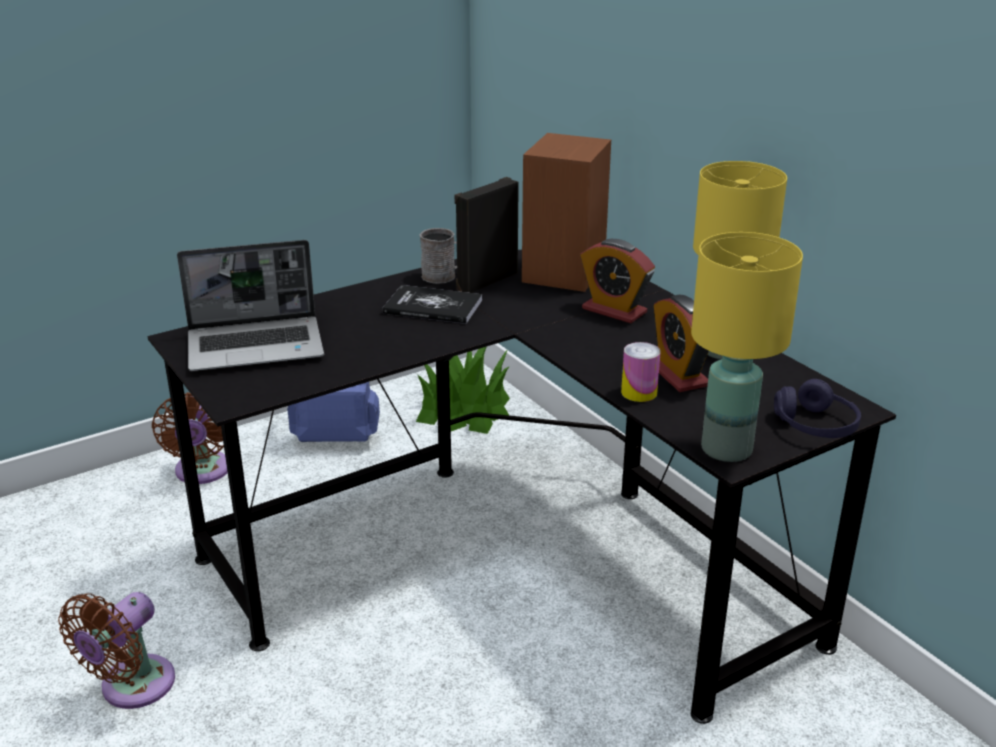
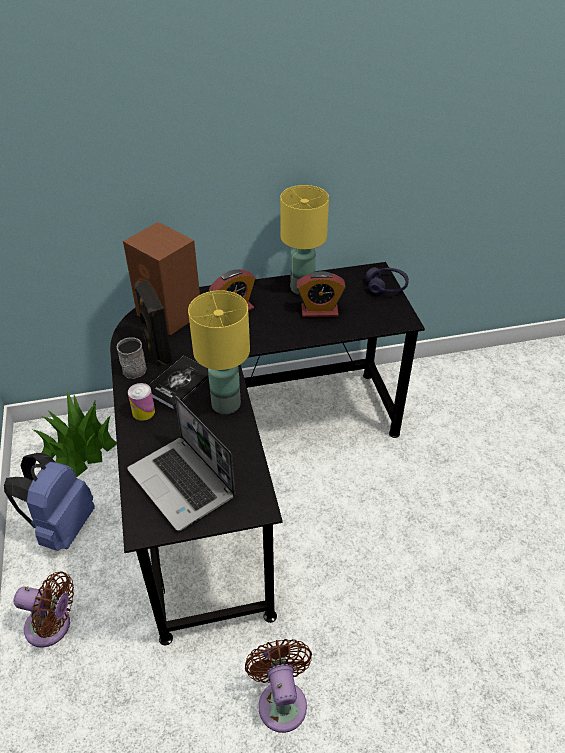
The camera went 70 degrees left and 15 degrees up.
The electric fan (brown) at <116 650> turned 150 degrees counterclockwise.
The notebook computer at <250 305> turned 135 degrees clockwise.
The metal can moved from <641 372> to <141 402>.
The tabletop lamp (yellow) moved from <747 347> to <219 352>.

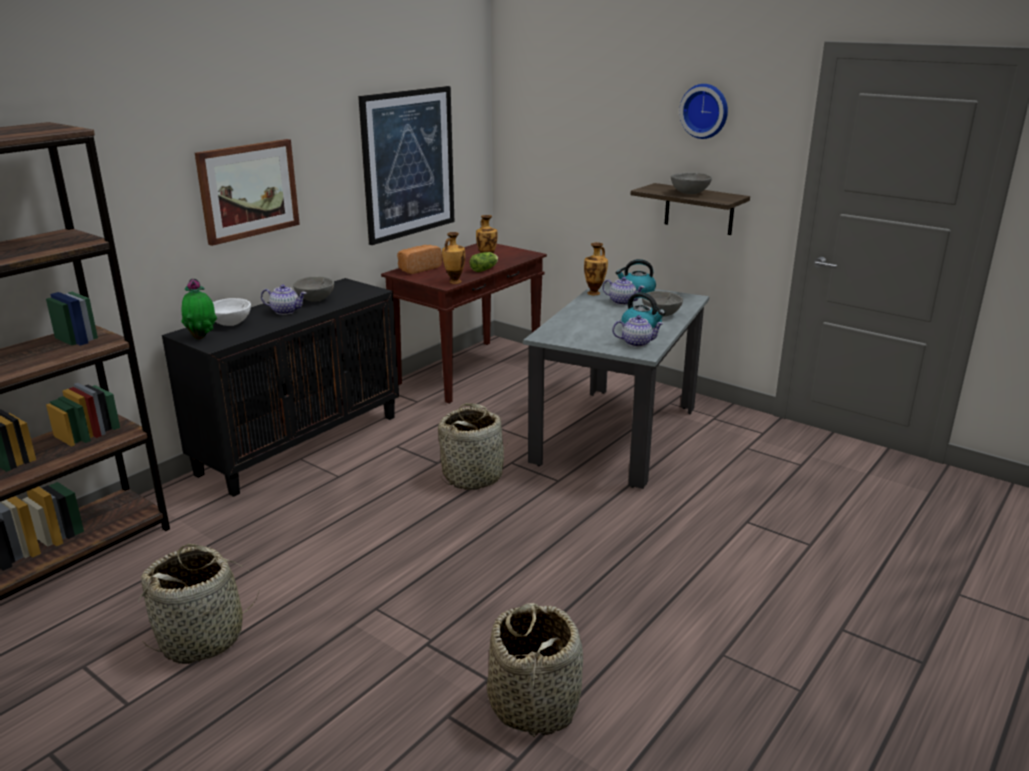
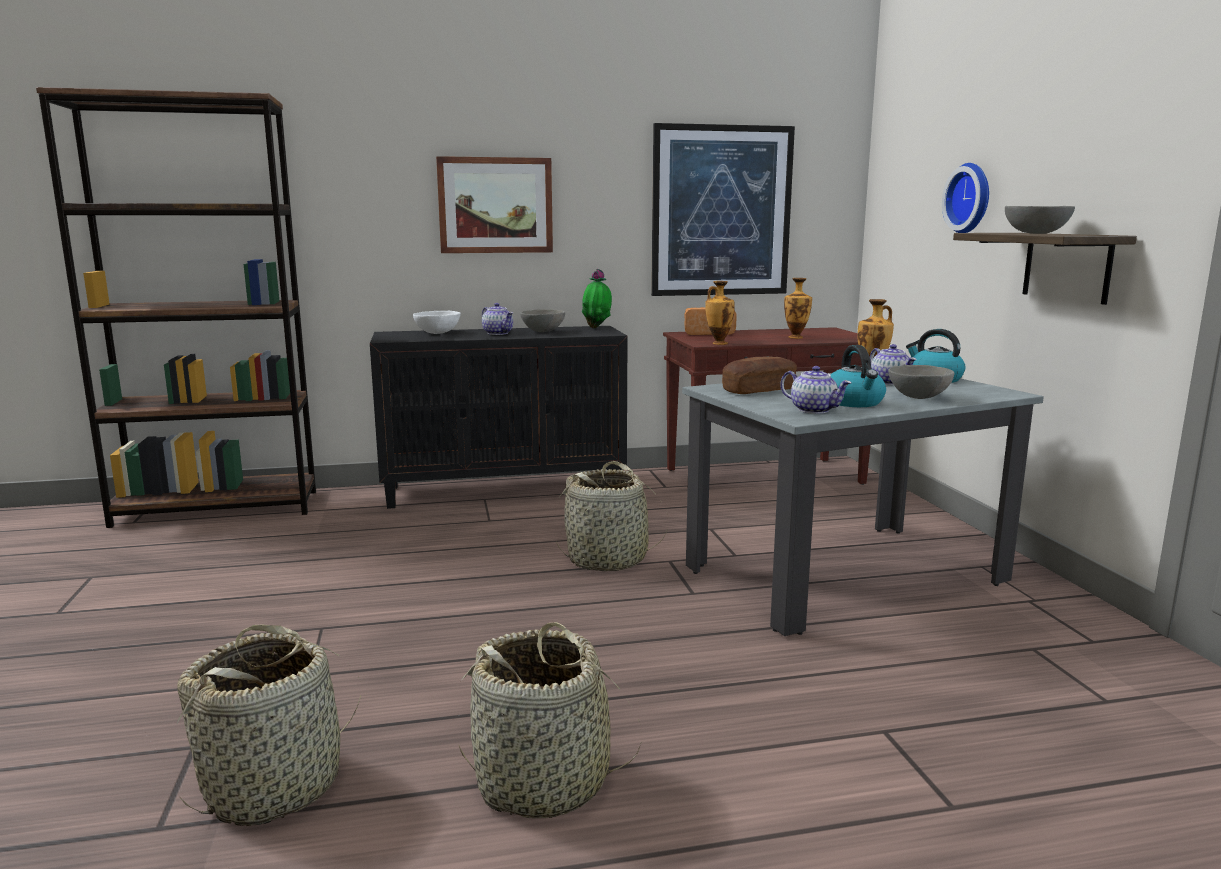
The camera went 40 degrees right and 10 degrees down.
The basket moved from <199 604> to <550 720>.
The houseplant moved from <199 308> to <597 298>.
The lettuce head at <484 262> disappeared.
The hanging clock moved from <703 111> to <965 198>.
The baked bread at <759 375> appeared.

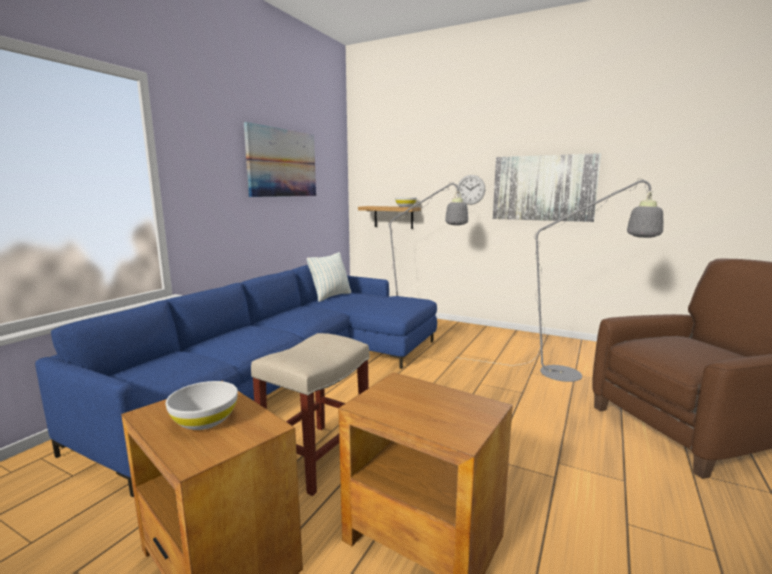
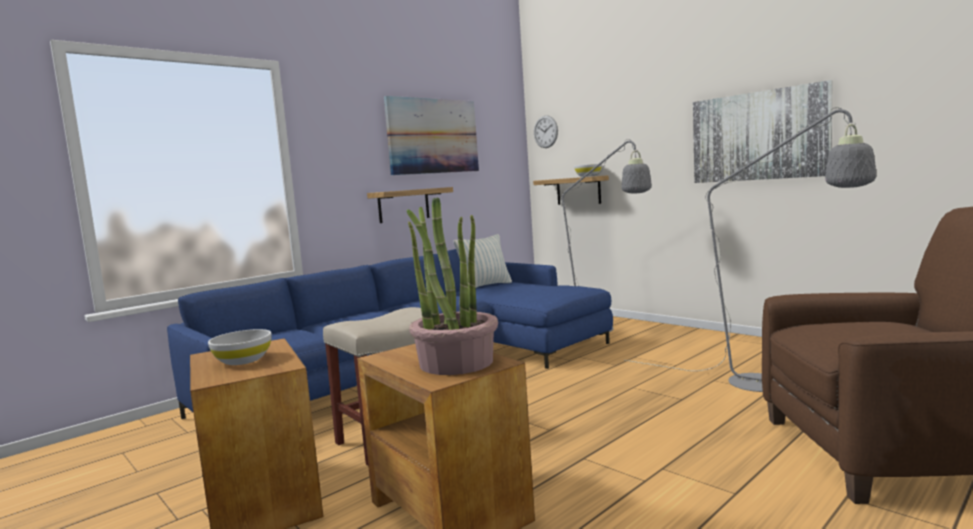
The camera went 20 degrees right and 5 degrees down.
The hanging clock moved from <471 190> to <546 132>.
The shelf at <410 205> appeared.
The houseplant at <452 286> appeared.

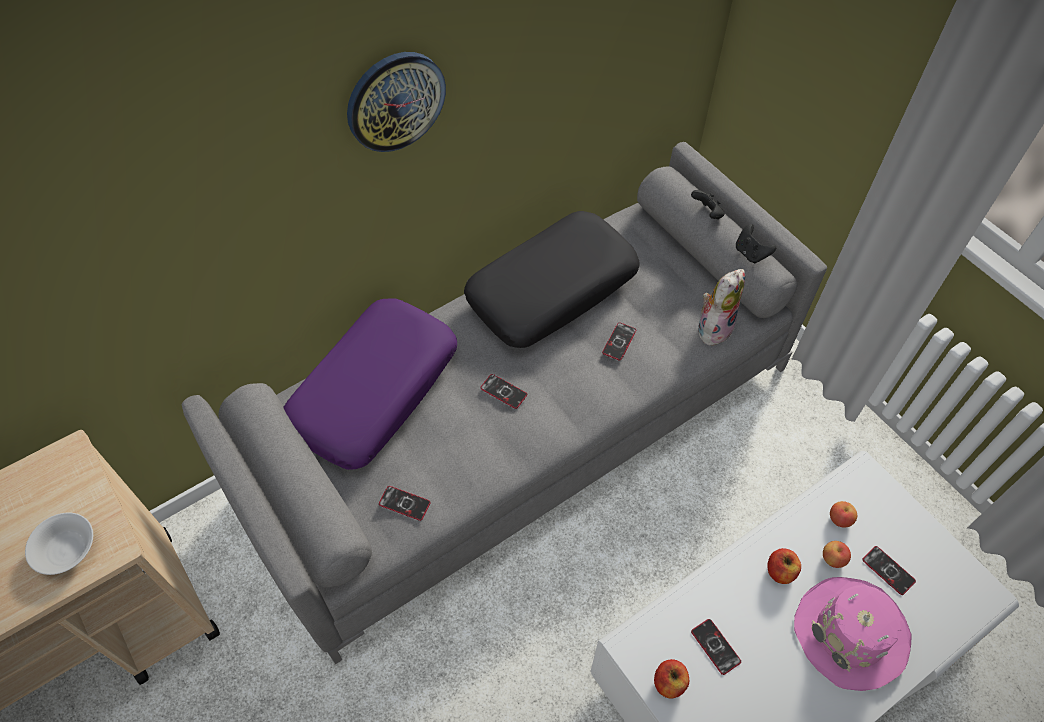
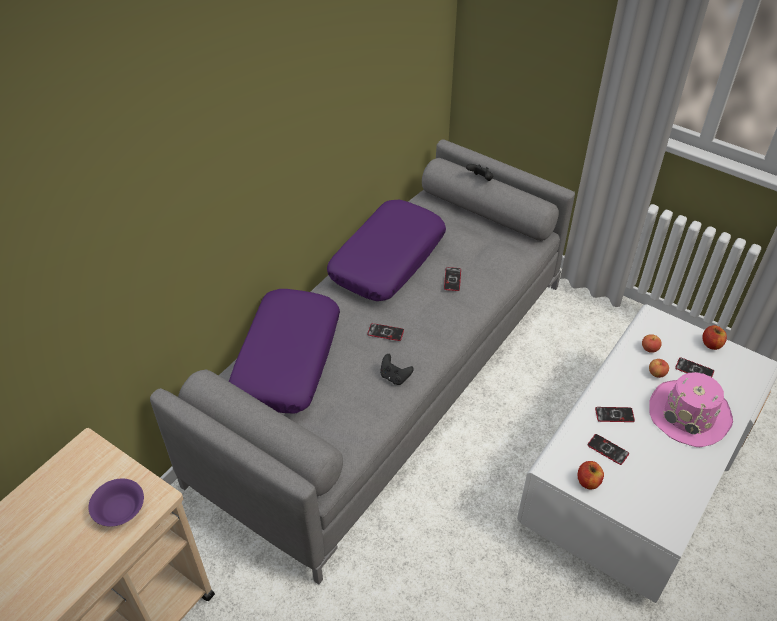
The camera went 20 degrees left and 10 degrees down.
The deep dish (white) at <59 543> became the deep dish (purple) at <116 503>.
The hanging clock at <396 102> disappeared.
The handset moved from <405 503> to <615 414>.
The throw pillow (black) at <552 279> became the throw pillow (purple) at <386 250>.
The plush toy at <721 307> disappeared.
The game controller (black) moved from <756 243> to <397 369>.
The apple fruit moved from <784 566> to <714 337>.

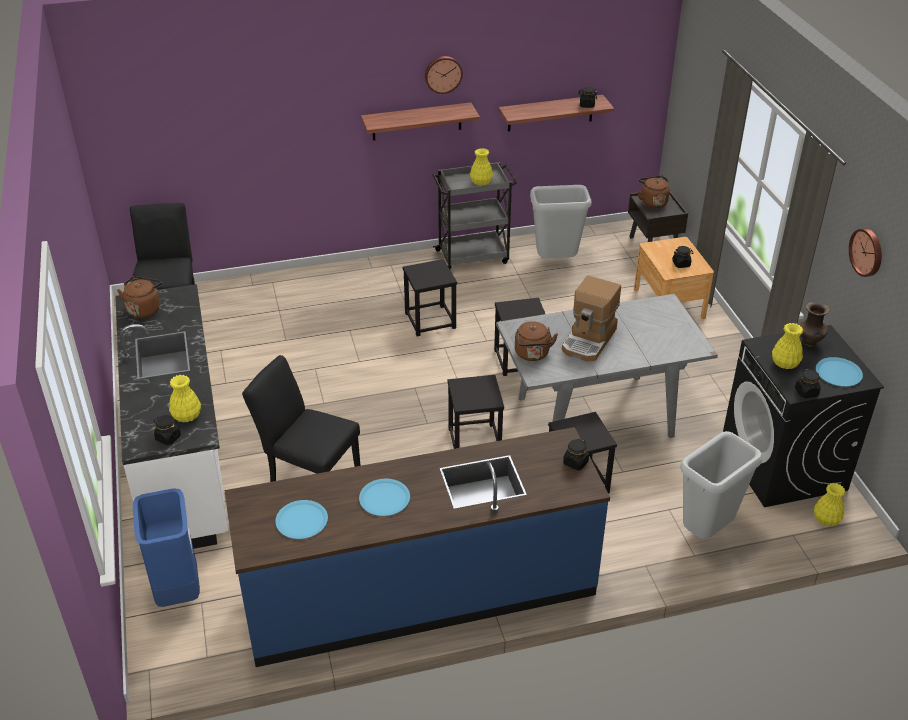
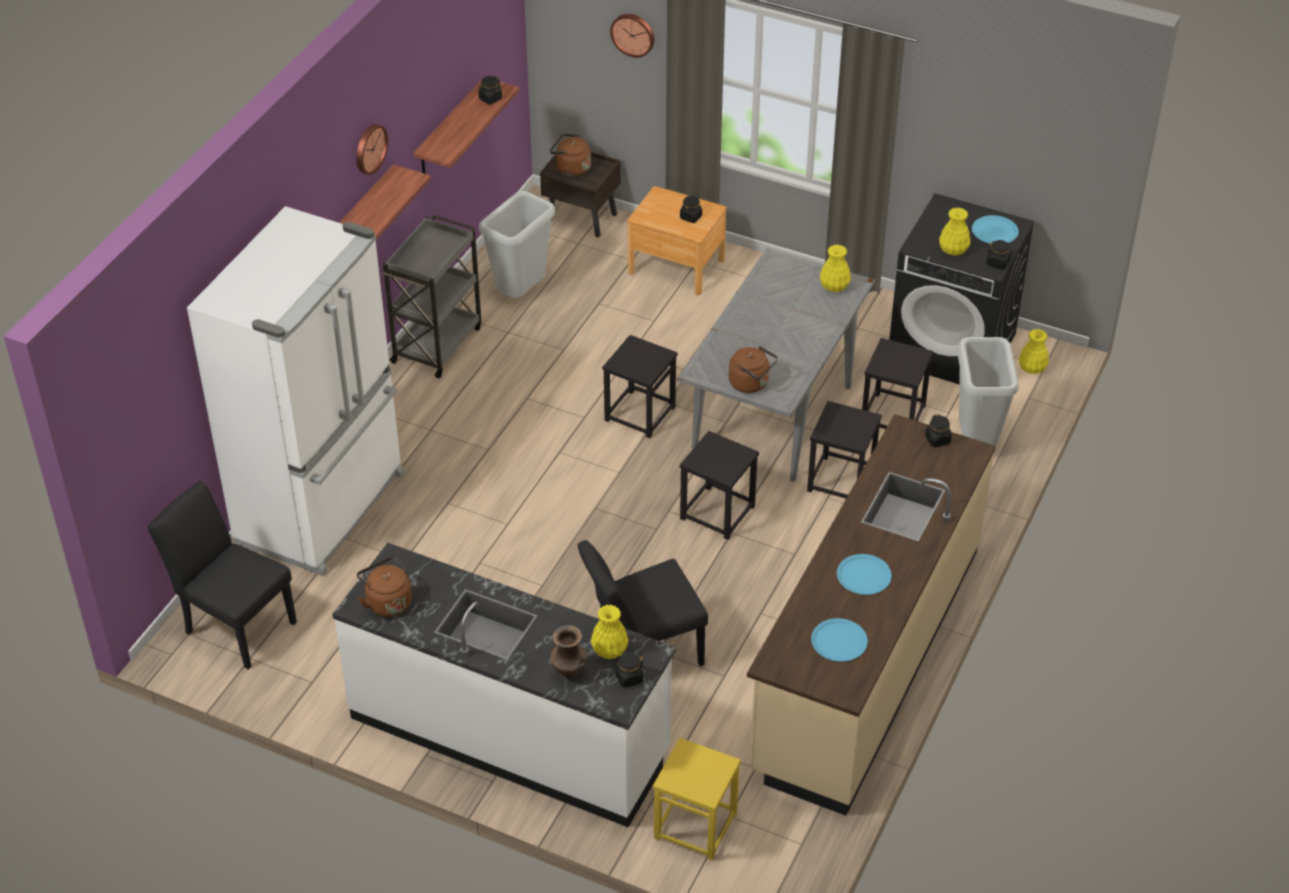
The camera went 50 degrees left and 5 degrees up.
The rubbish bin (bluish) at <166 547> was replaced by the stool seat (yellow) at <697 799>.
The counter (bluish) at <417 547> became the counter (sand-coloured) at <871 615>.
The stool seat (black) moved from <430 297> to <898 383>.
The decorative vase (yellow) moved from <481 167> to <835 268>.
The coffee maker at <591 318> disappeared.
The decorative vase (brown) moved from <814 324> to <568 652>.
The hanging clock moved from <865 252> to <632 36>.
The refrigerator (white) at <295 391> appeared.

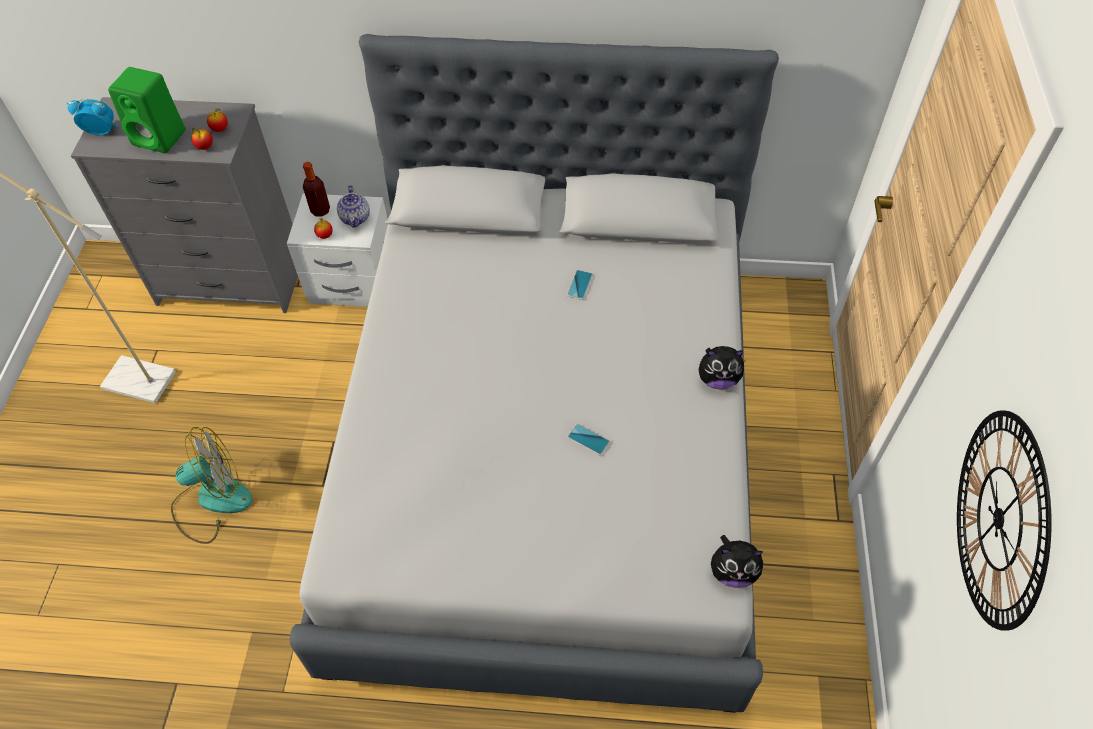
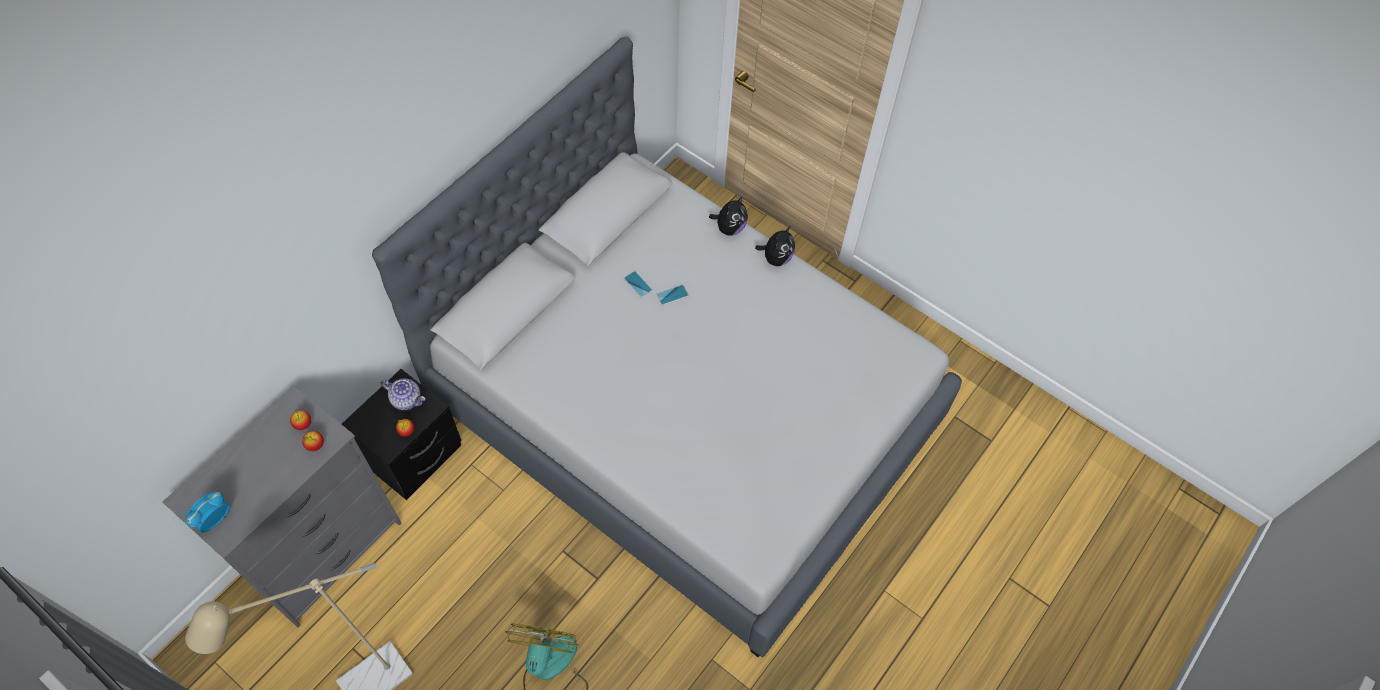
The camera went 60 degrees left and 5 degrees up.
The speaker (greenish) at <147 110> disappeared.
The bedside table (white) at <337 250> became the bedside table (black) at <401 434>.
The beverage bottle at <316 189> disappeared.
The handset moved from <588 439> to <672 295>.
The plush toy moved from <737 561> to <728 216>.
The hanging clock at <1004 520> disappeared.

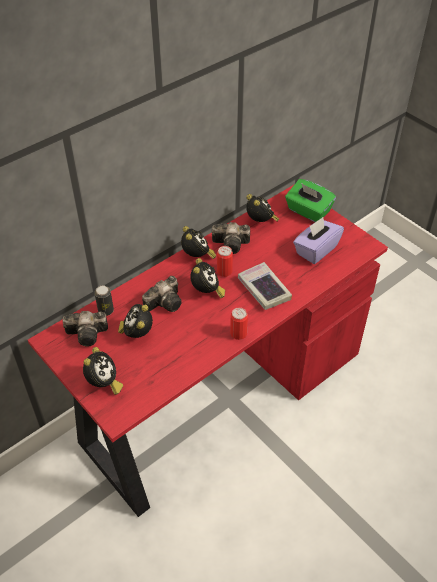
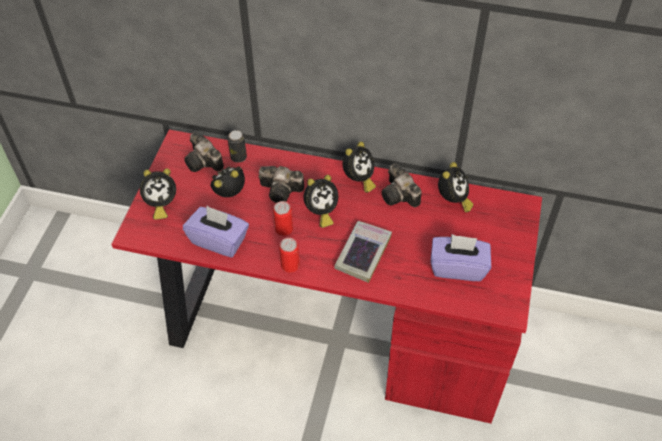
The camera went 55 degrees right and 5 degrees up.
The metal can moved from <225 261> to <283 218>.
The tissue box (greenish) at <310 200> disappeared.
The tissue box (purple) at <216 231> appeared.

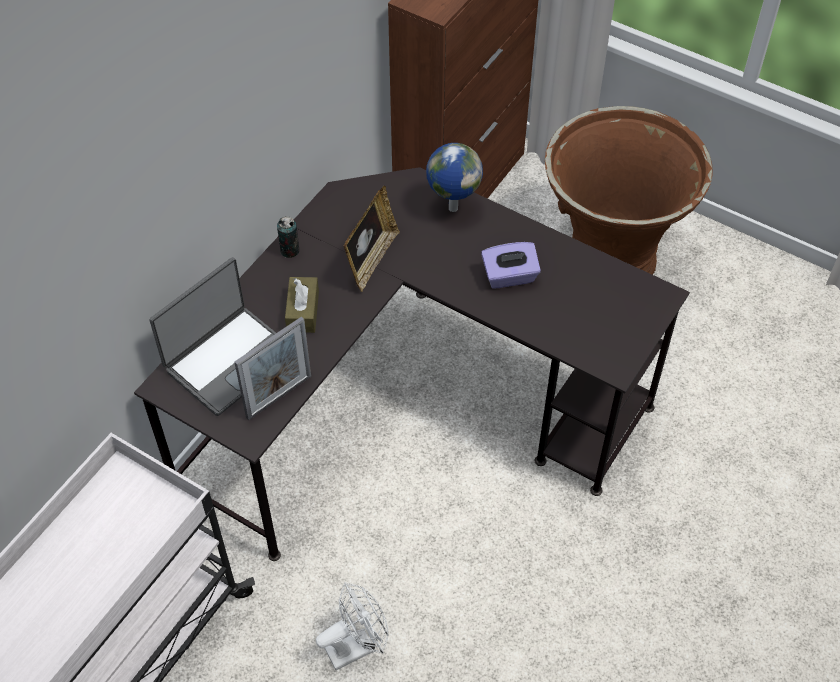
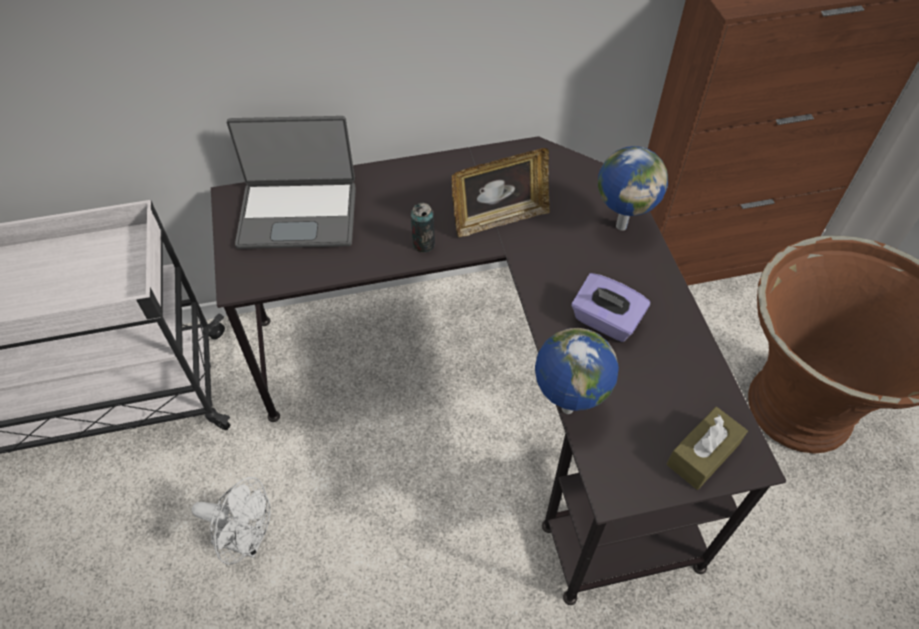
The camera went 45 degrees right and 0 degrees up.
The picture frame at <272 368> disappeared.
The metal can moved from <288 237> to <423 227>.
The tissue box (brown) moved from <302 305> to <707 448>.
The globe at <577 371> appeared.

